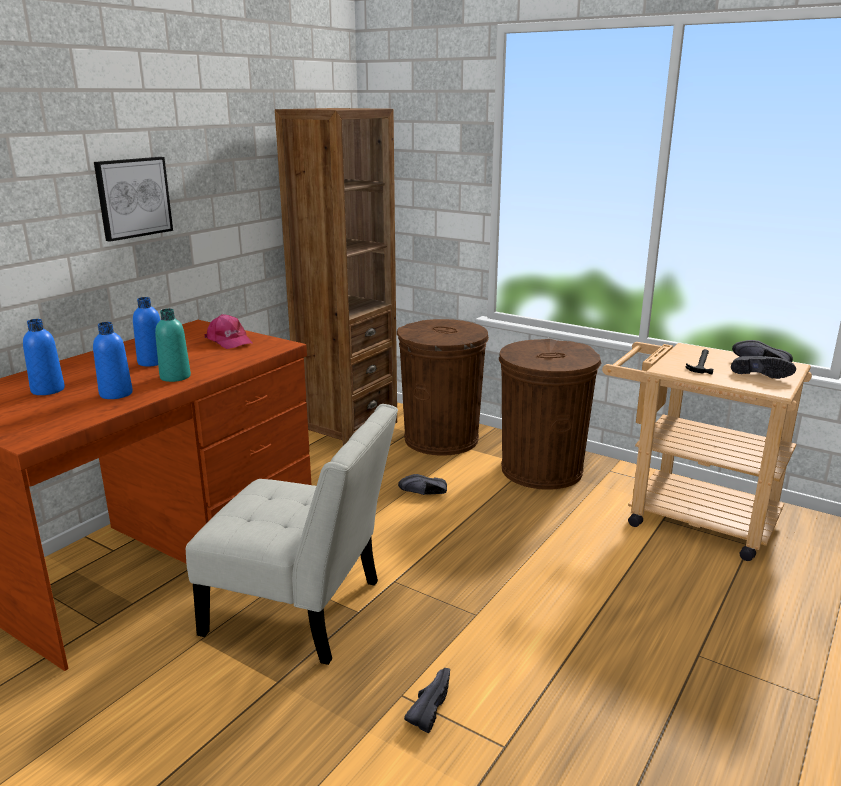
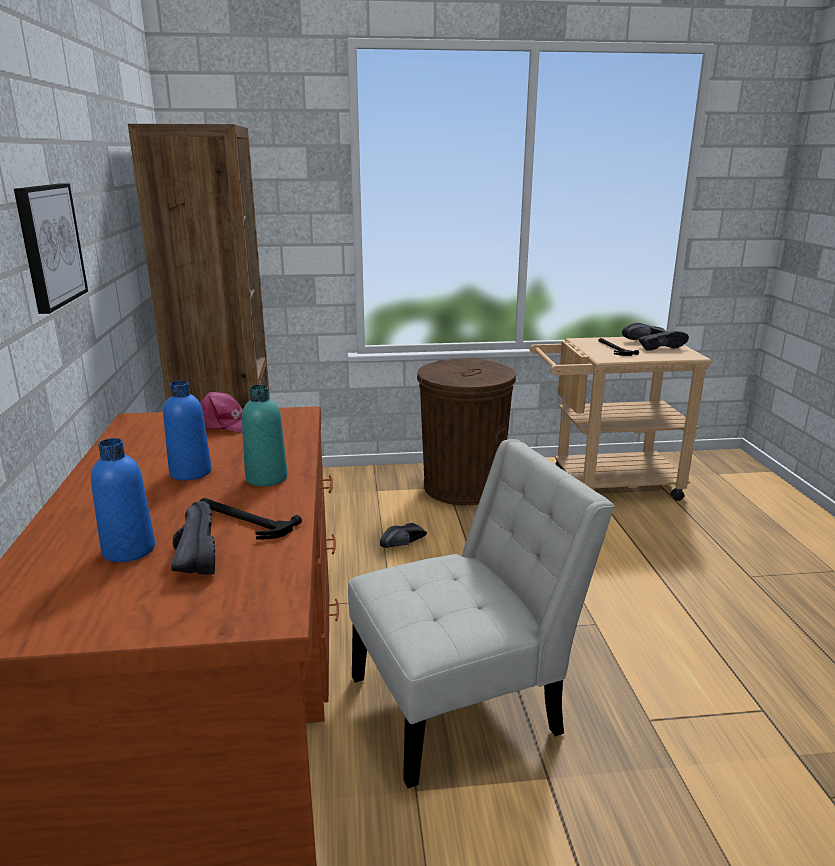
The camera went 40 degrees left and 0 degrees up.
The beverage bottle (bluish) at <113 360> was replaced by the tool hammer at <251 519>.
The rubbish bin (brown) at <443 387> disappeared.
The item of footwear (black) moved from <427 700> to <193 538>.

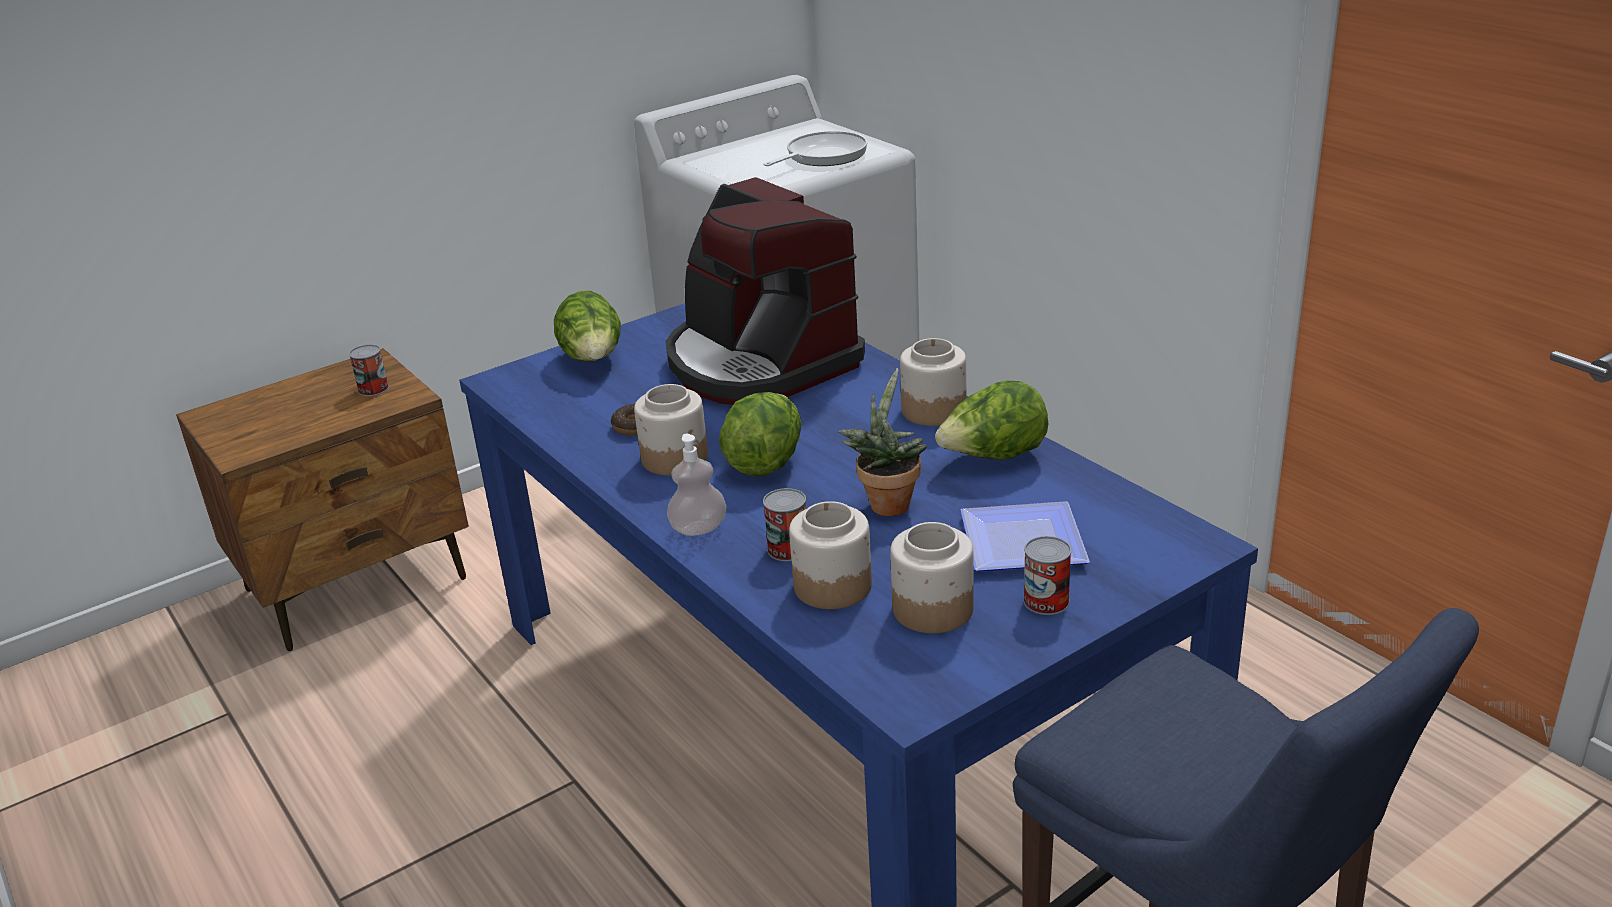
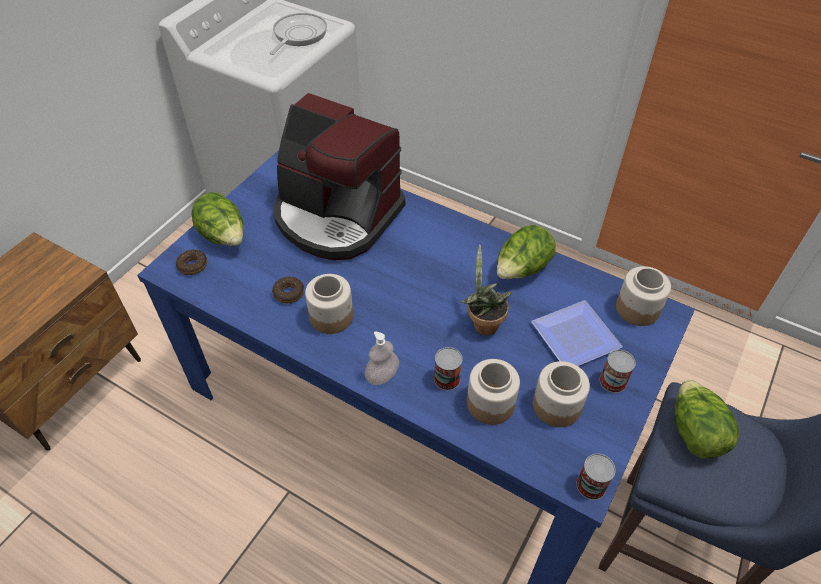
The camera went 25 degrees left and 20 degrees up.
The metal can moved from <369 370> to <596 477>.
The lettuce head moved from <760 434> to <707 419>.
The jar moved from <933 382> to <643 296>.
The ring doughnut at <191 262> appeared.

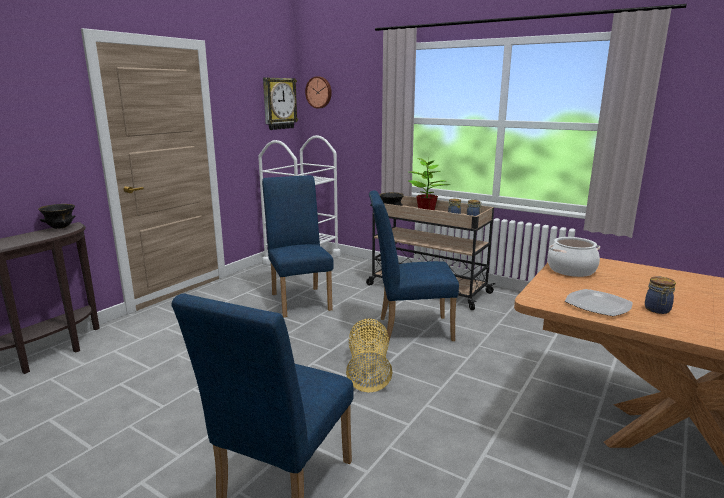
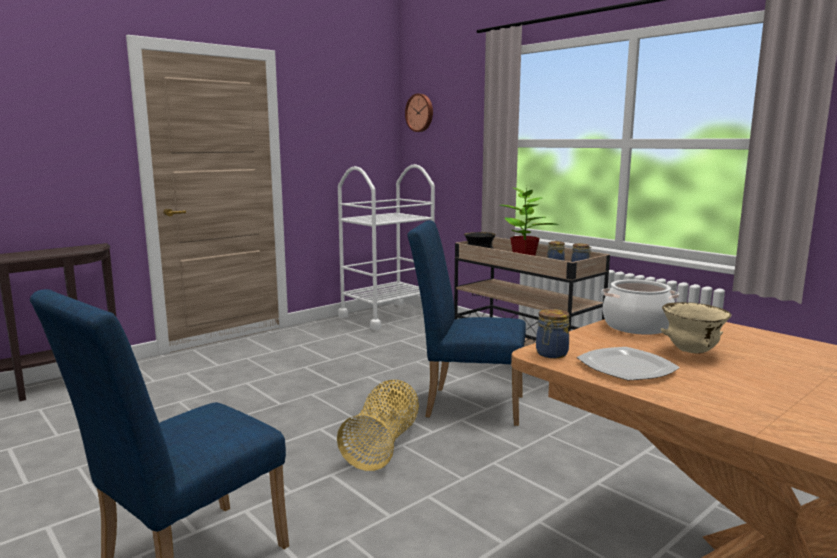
The camera went 15 degrees right and 5 degrees down.
The deep dish (black) at <56 216> disappeared.
The chair (bluish) at <298 246> disappeared.
The hanging clock at <280 103> disappeared.
The jar moved from <660 295> to <552 333>.
The deep dish (sand-coloured) at <696 328> appeared.

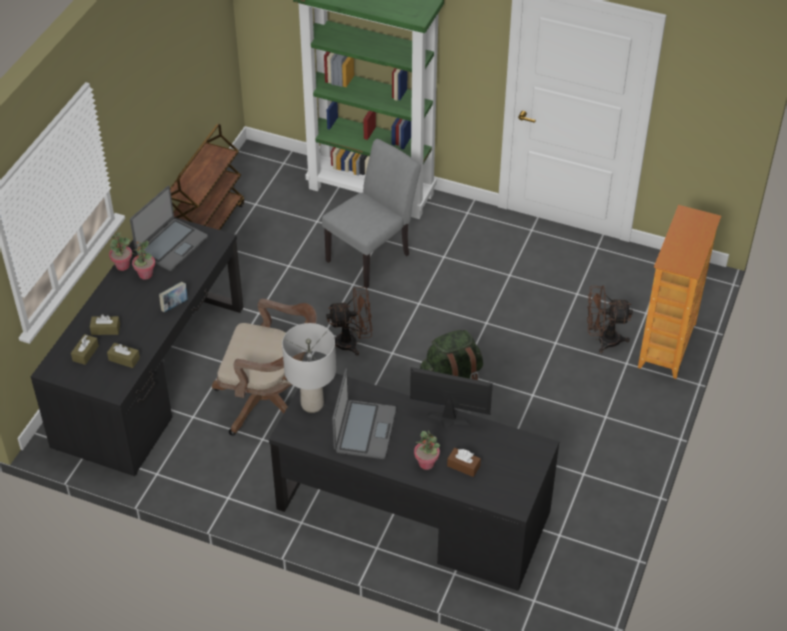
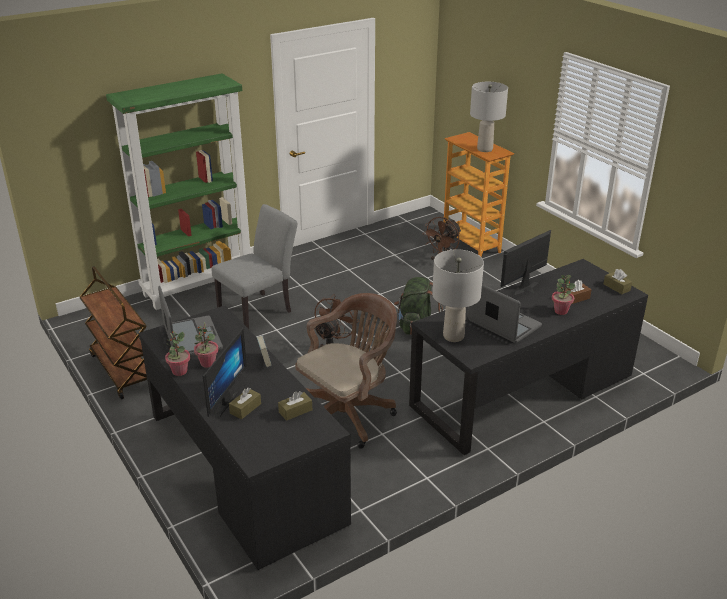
The camera went 55 degrees left and 15 degrees down.
The tissue box (brown) moved from <85 349> to <618 281>.
The chair (grey) at <371 213> turned 60 degrees clockwise.
The computer display at <225 372> appeared.
The tabletop lamp (grey) at <489 117> appeared.

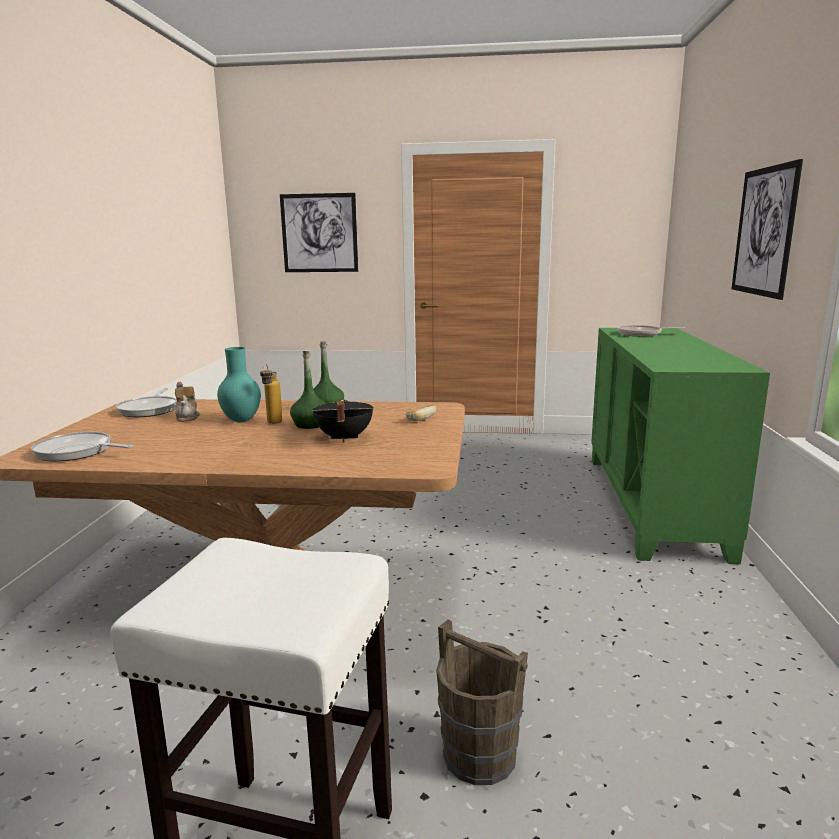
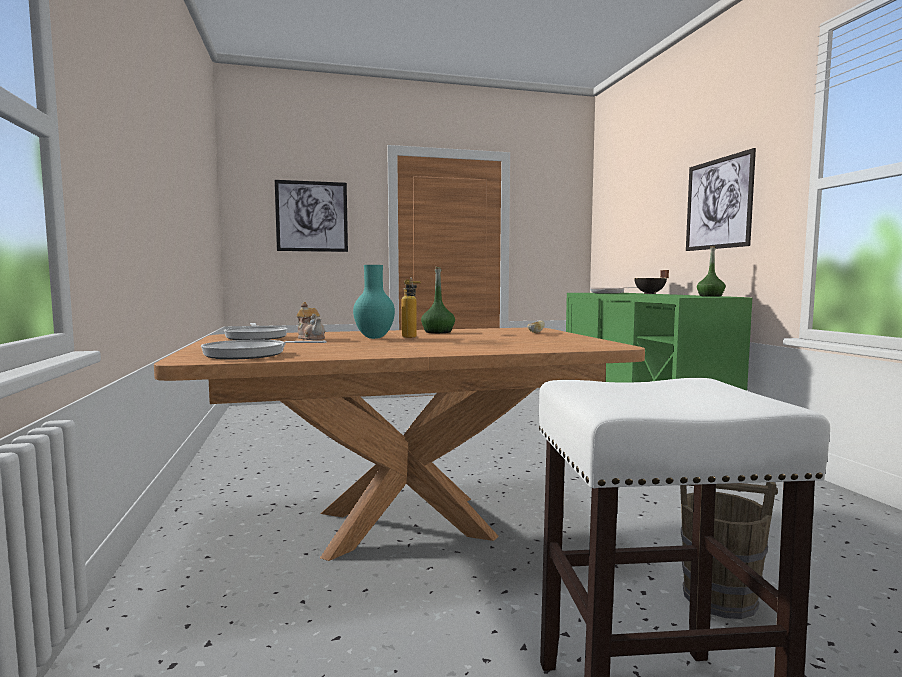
The camera went 20 degrees left and 10 degrees down.
The beverage bottle (greenish) moved from <308 390> to <711 271>.
The stockpot (black) moved from <342 421> to <651 282>.

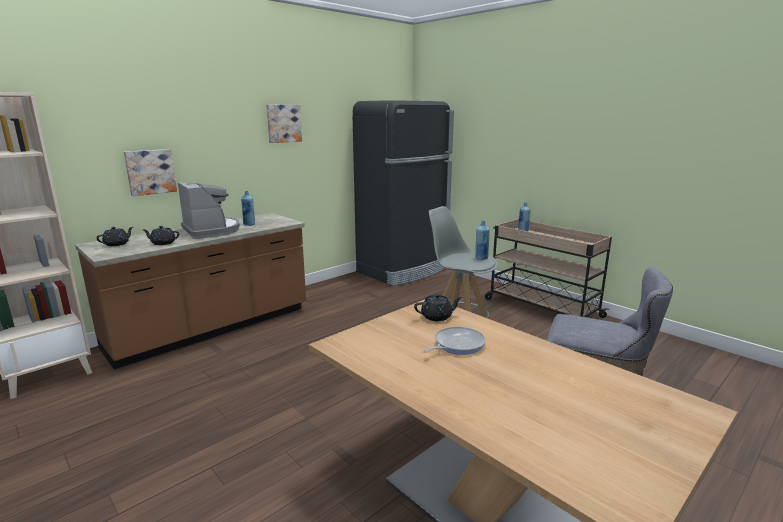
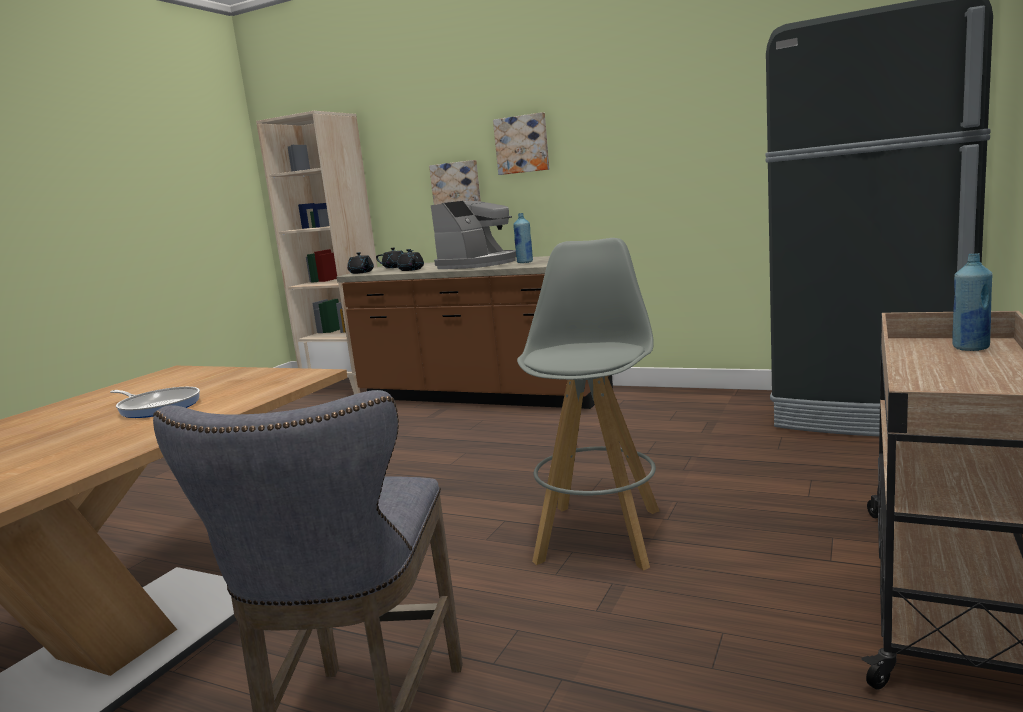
The camera went 70 degrees right and 5 degrees down.
The picture moved from <284 124> to <521 143>.
The pot for tea (black) moved from <438 307> to <360 263>.
The beverage bottle (bluish) at <482 240> disappeared.

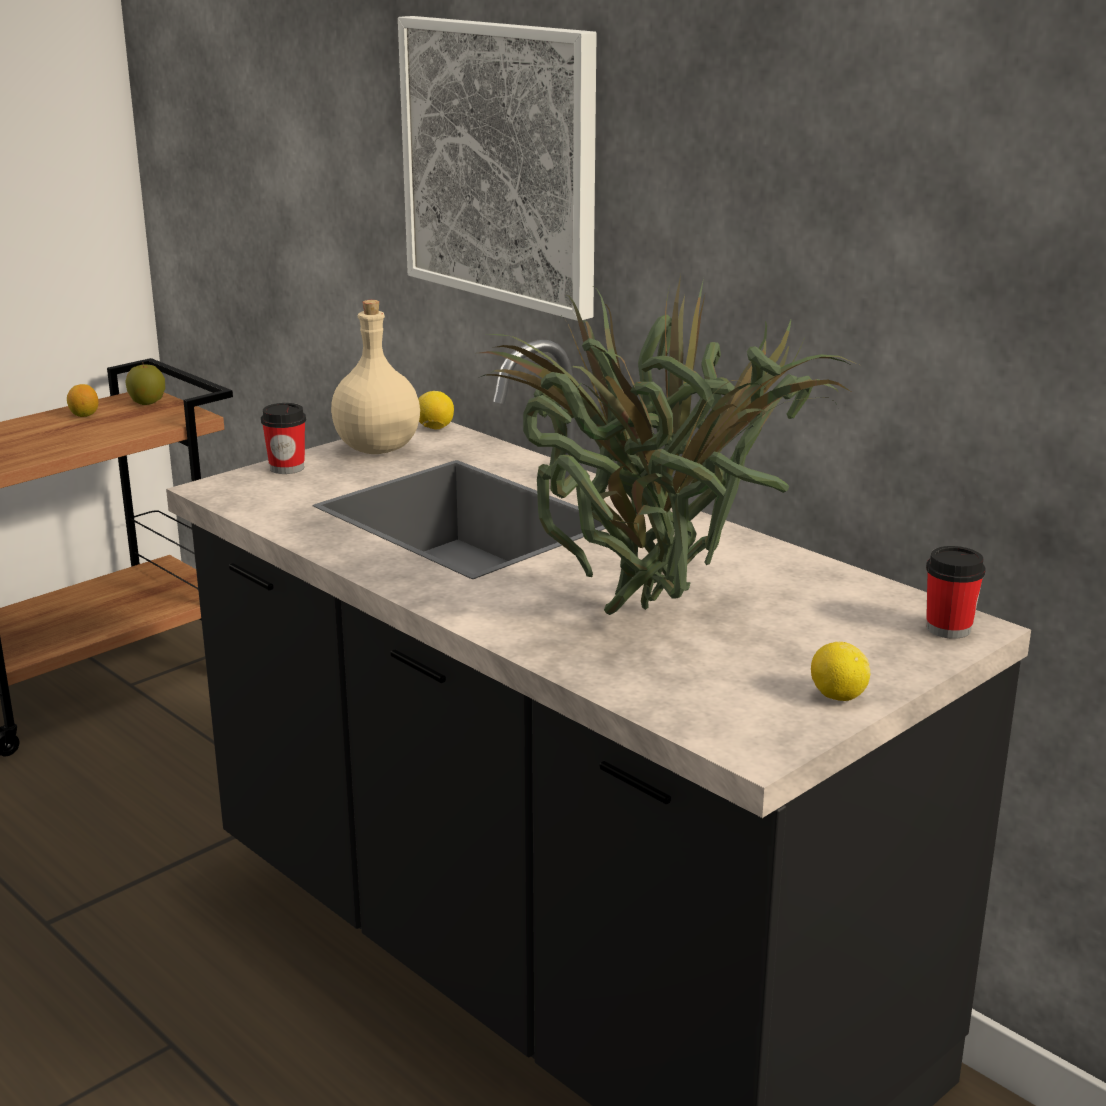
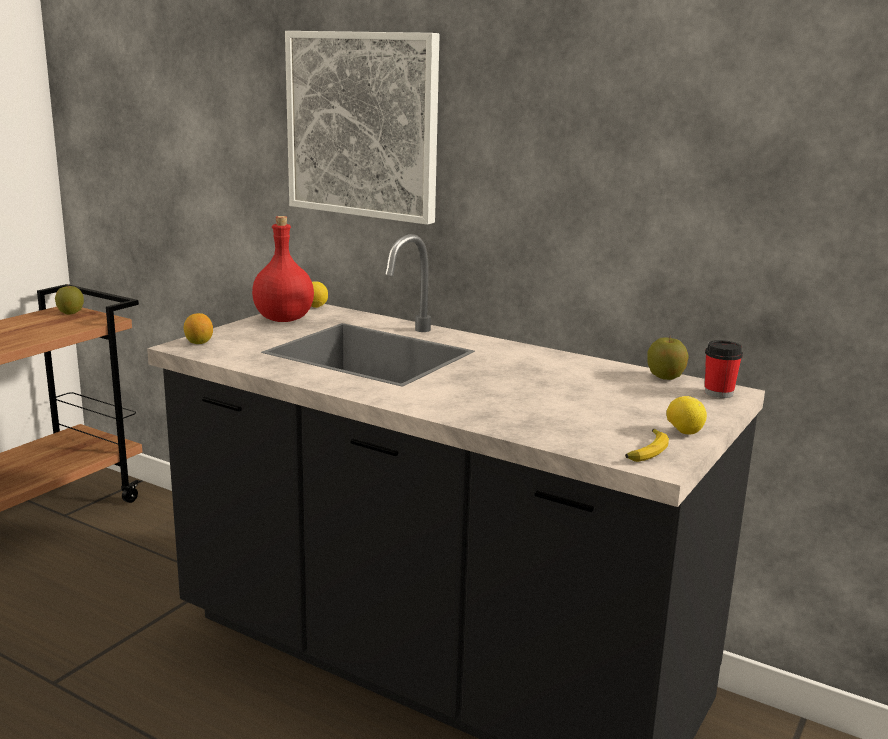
The camera went 15 degrees left and 5 degrees down.
The lemon moved from <82 400> to <198 328>.
The cup at <283 438> disappeared.
The beverage bottle (sand-coloured) at <375 377> became the beverage bottle (red-coloured) at <283 269>.
The houseplant at <669 445> disappeared.
The whole banana at <647 445> appeared.
The apple fruit at <668 359> appeared.

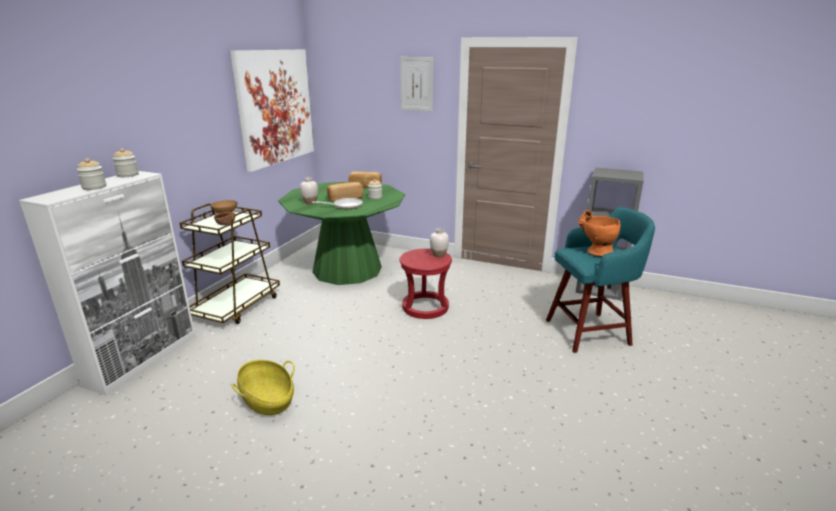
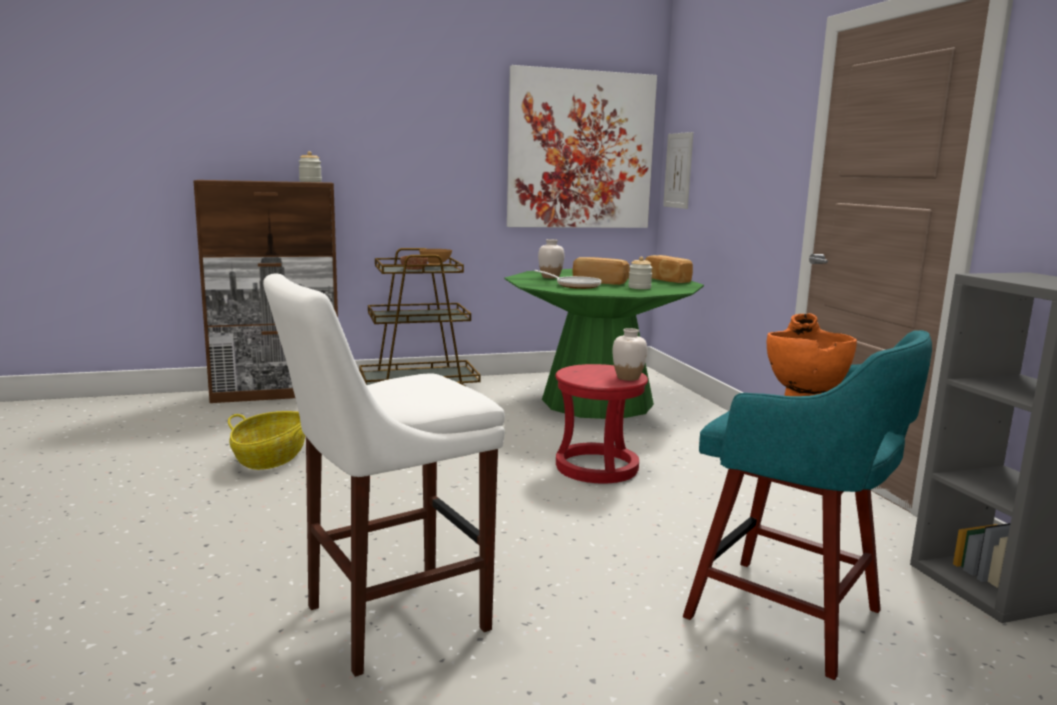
The camera went 50 degrees right and 10 degrees down.
The cupboard (white) at <107 283> became the cupboard (brown) at <265 291>.
The jar at <91 174> disappeared.
The picture moved from <417 84> to <678 170>.
The stool seat (white) at <384 475> appeared.

